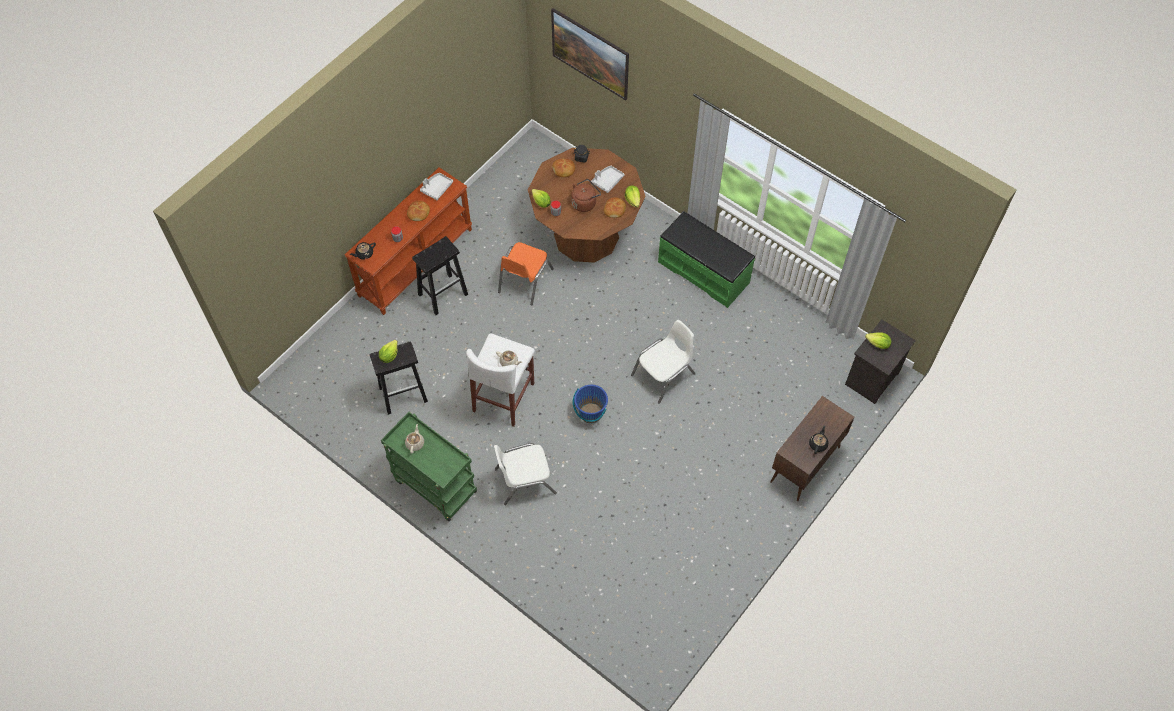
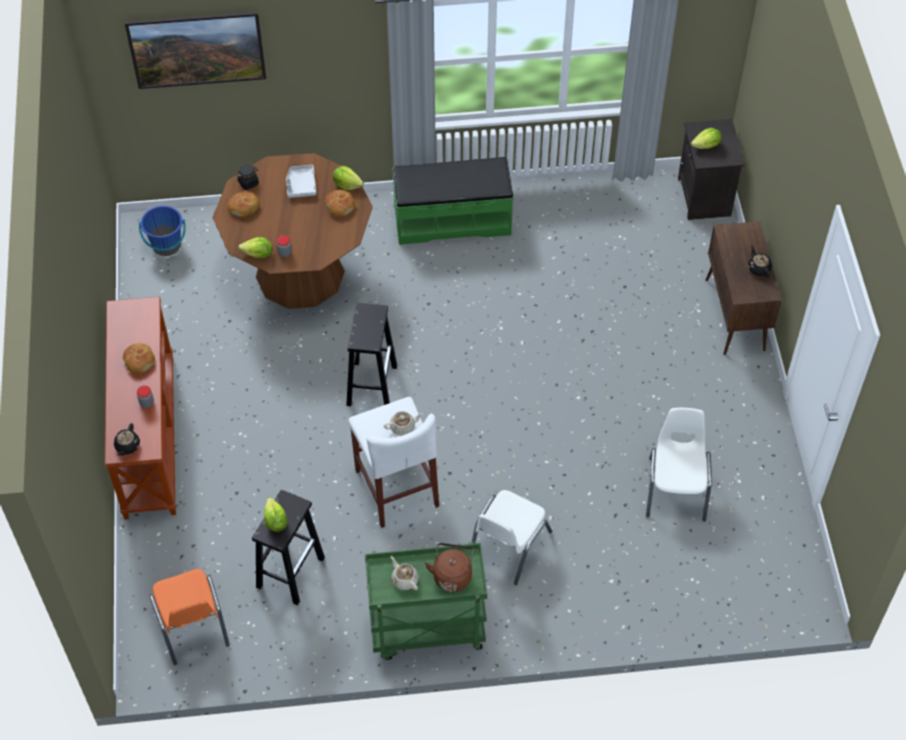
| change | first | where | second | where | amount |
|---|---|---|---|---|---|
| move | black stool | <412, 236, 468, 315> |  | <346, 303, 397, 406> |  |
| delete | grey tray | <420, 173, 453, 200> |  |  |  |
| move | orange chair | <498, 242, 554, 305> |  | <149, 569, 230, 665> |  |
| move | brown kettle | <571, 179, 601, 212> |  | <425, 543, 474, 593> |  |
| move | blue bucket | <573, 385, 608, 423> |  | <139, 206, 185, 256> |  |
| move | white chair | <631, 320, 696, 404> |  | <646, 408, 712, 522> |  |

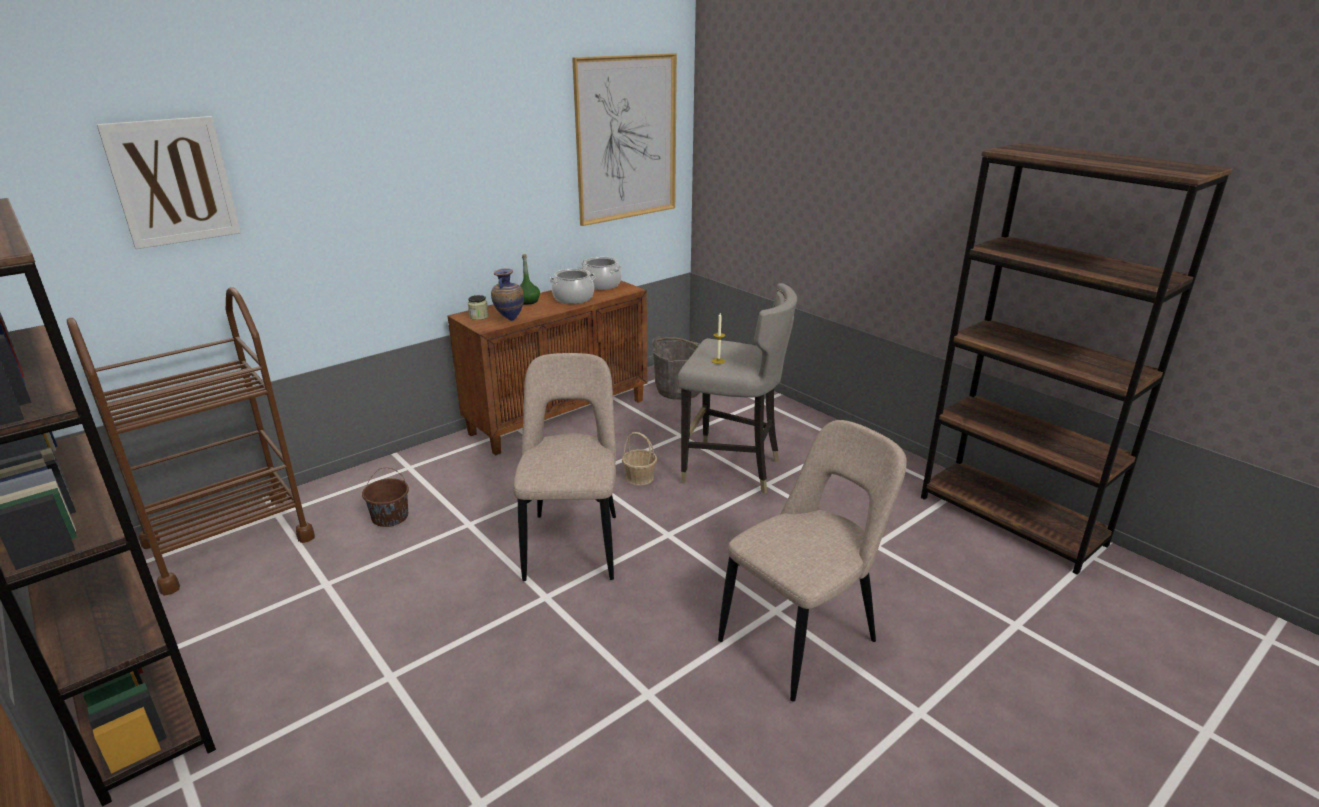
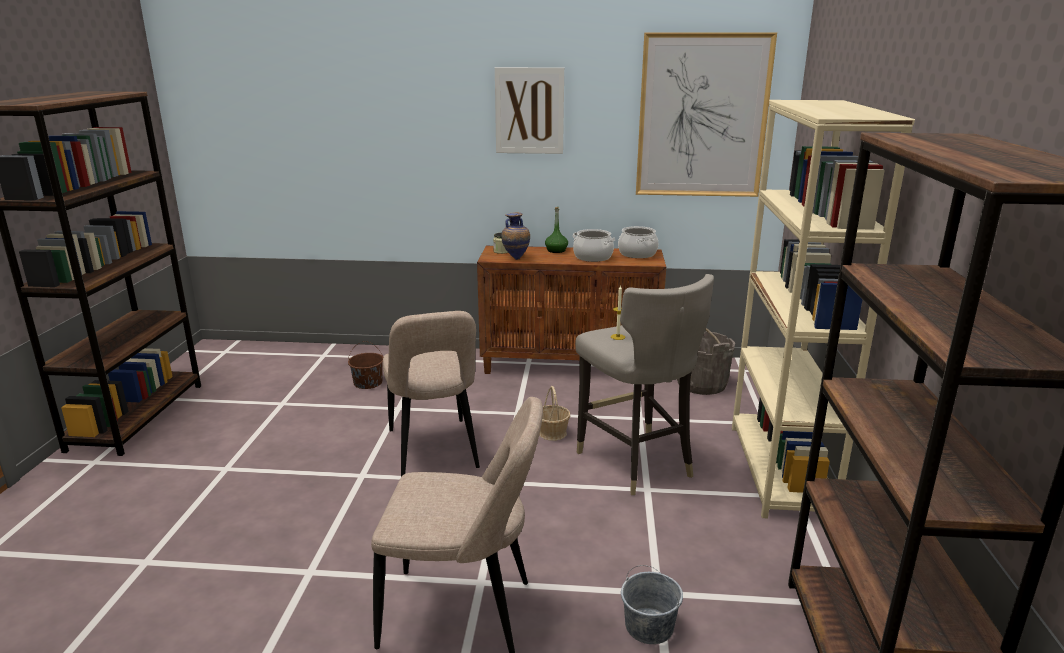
| change | first | where | second | where | amount |
|---|---|---|---|---|---|
| delete | brown cart | <67, 287, 315, 596> |  |  |  |
| move | picture | <97, 116, 241, 249> |  | <495, 67, 564, 154> |  |
| rotate | beige chair | <513, 353, 616, 581> |  | <383, 311, 480, 477> | 120 degrees clockwise |
| insert |  |  | grey bucket | <621, 565, 683, 644> |  |
| insert |  |  | beige bookcase | <732, 100, 915, 519> |  |

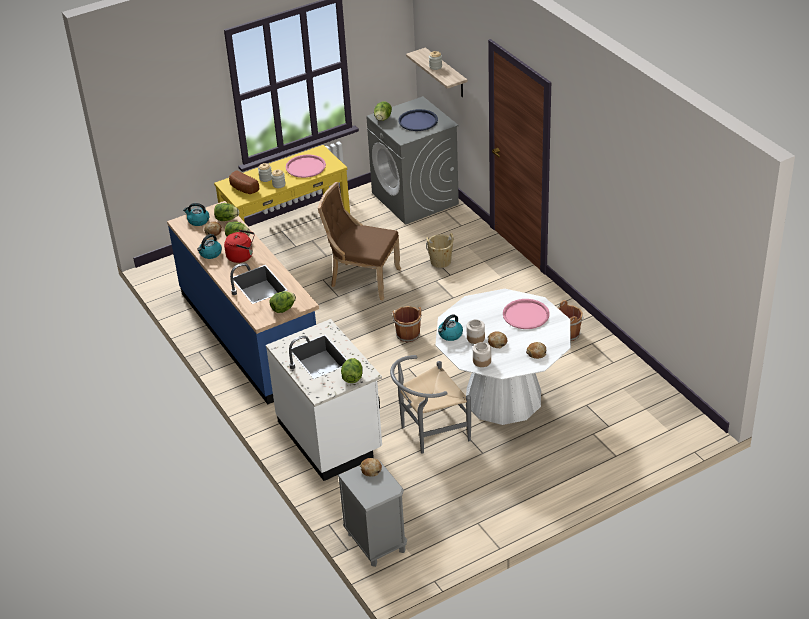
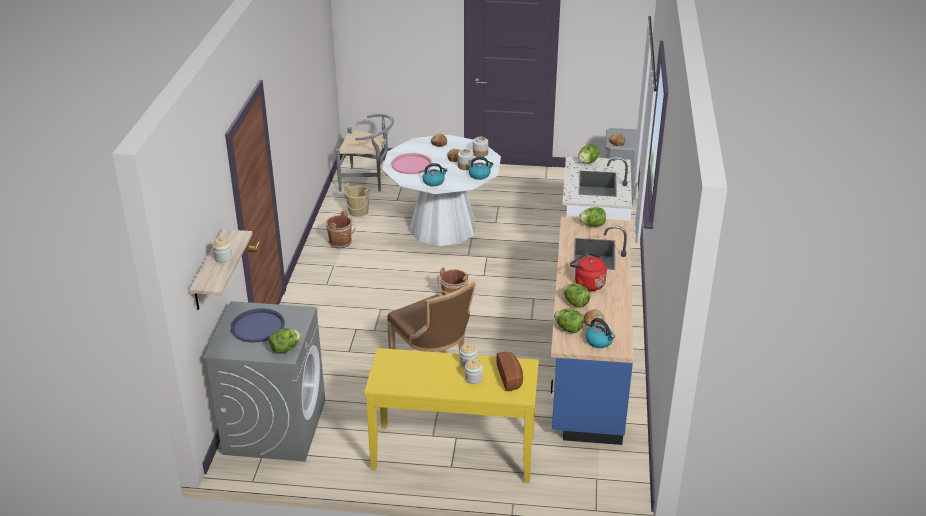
| change | first | where | second | where | amount |
|---|---|---|---|---|---|
| move | kettle | <197, 234, 222, 259> |  | <422, 163, 448, 187> |  |
| delete | pink tray | <286, 155, 326, 178> |  |  |  |
| move | grey chair | <390, 355, 471, 454> |  | <335, 114, 394, 192> |  |
| move | beige bucket | <426, 233, 454, 268> |  | <344, 183, 370, 217> |  |

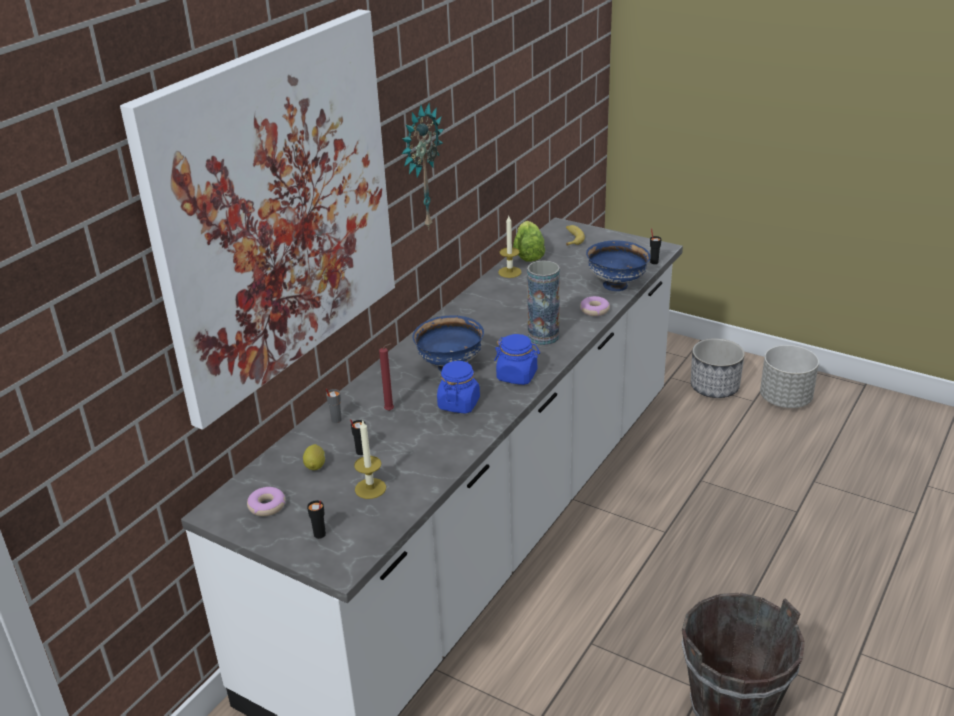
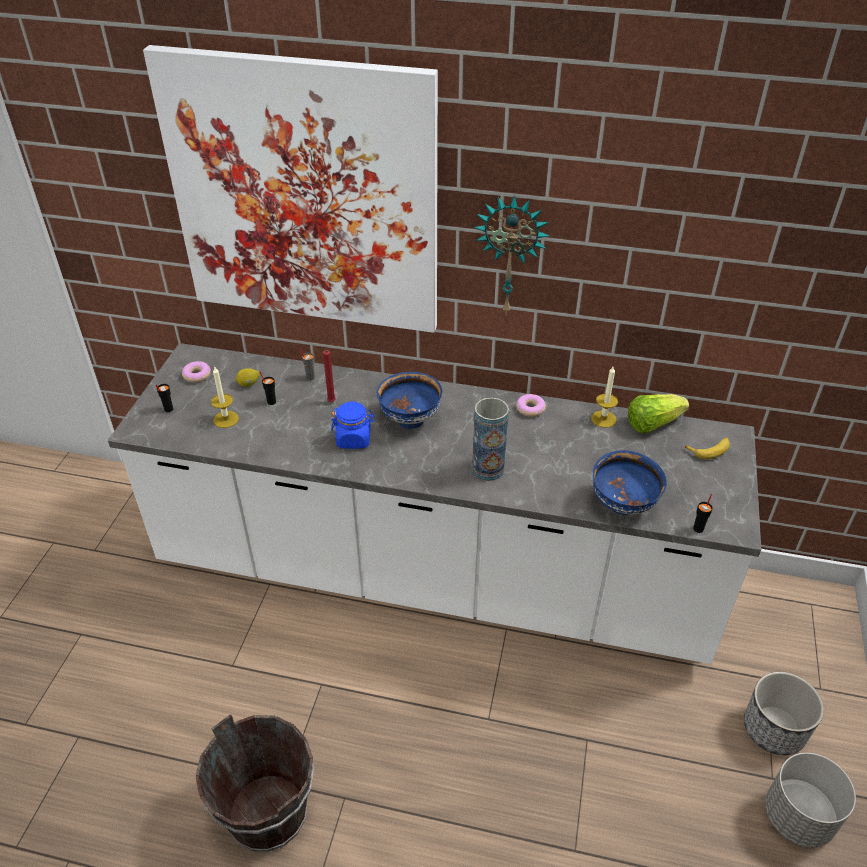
| change | first | where | second | where | amount |
|---|---|---|---|---|---|
| delete | blue jar | <494, 334, 540, 385> |  |  |  |
| move | donut | <580, 296, 610, 316> |  | <516, 394, 546, 417> |  |

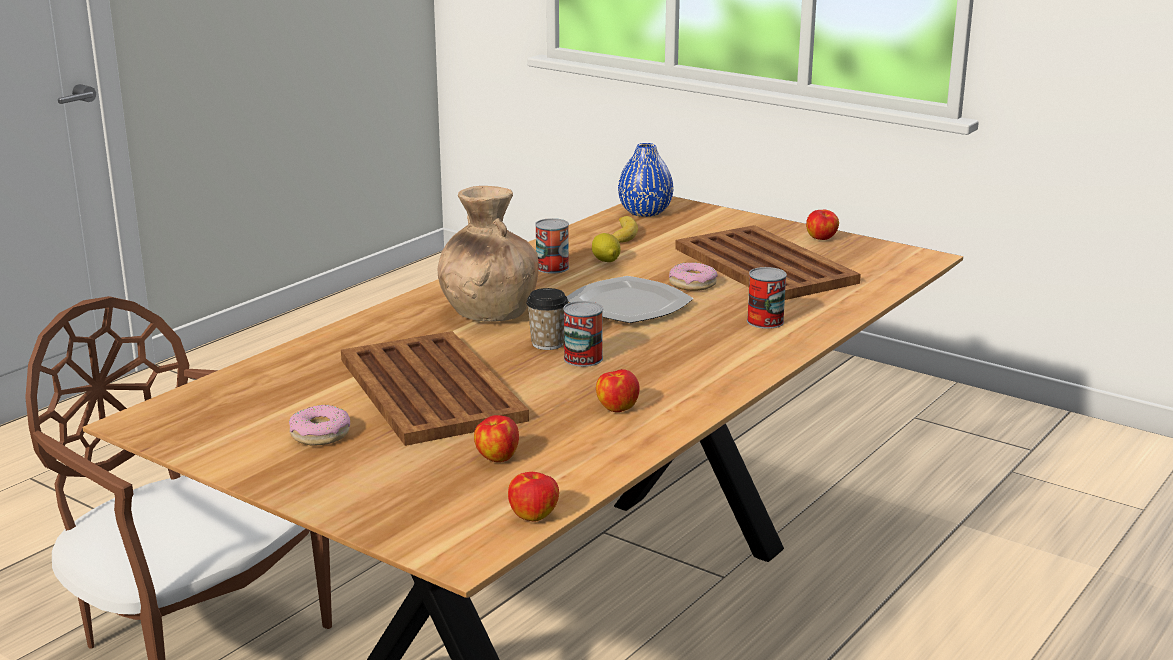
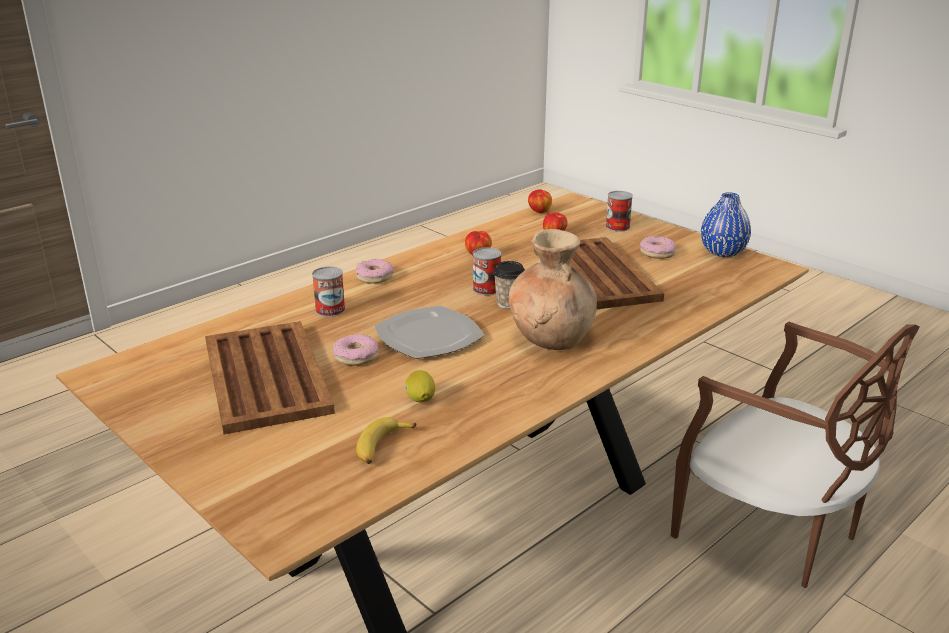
| change | first | where | second | where | amount |
|---|---|---|---|---|---|
| move | can | <535, 218, 569, 274> |  | <606, 191, 633, 232> |  |
| move | blue vase | <618, 143, 674, 217> |  | <701, 192, 751, 257> |  |
| delete | apple | <806, 210, 839, 240> |  |  |  |
| insert |  |  | donut | <356, 259, 393, 284> |  |

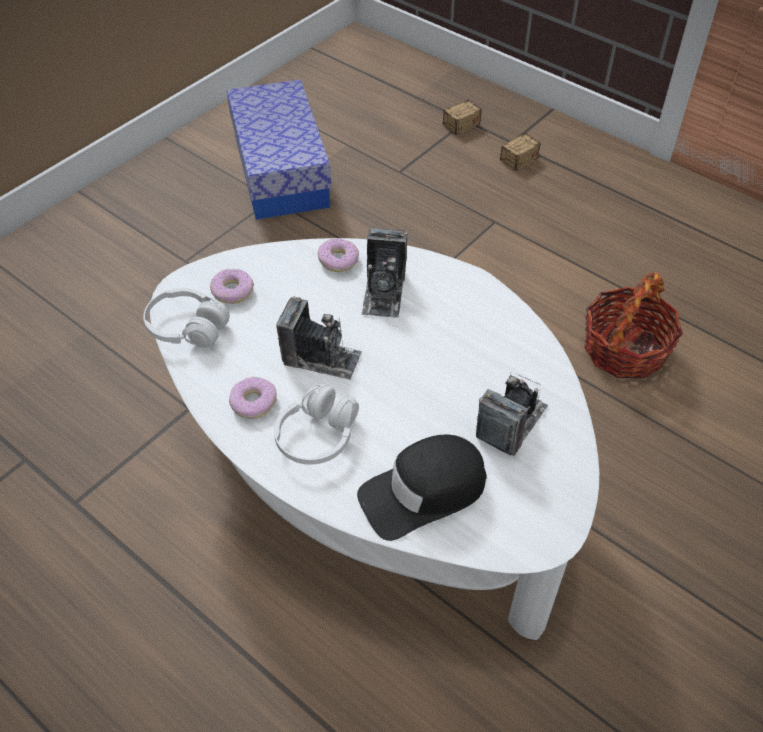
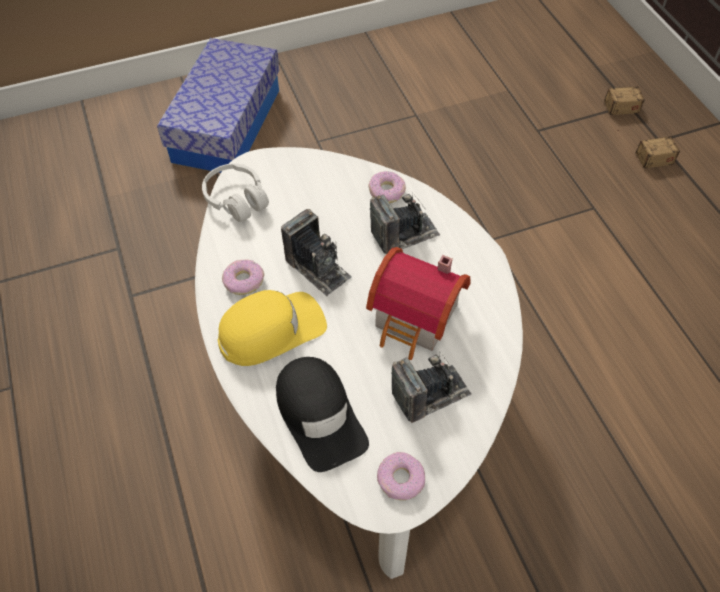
| change | first | where | second | where | amount |
|---|---|---|---|---|---|
| move | donut | <210, 269, 254, 304> |  | <377, 452, 425, 500> |  |
| move | storage box | <227, 79, 332, 220> |  | <157, 38, 279, 173> |  |
| replace | white headphones | <274, 384, 359, 465> | yellow cap | <218, 290, 327, 366> |  |
| rotate | black cap | <357, 435, 487, 541> |  | <276, 357, 369, 472> | 120 degrees counterclockwise |
| rotate | photo camera | <361, 228, 408, 318> |  | <370, 193, 440, 254> | 150 degrees counterclockwise |
| delete | basket | <584, 272, 683, 379> |  |  |  |
| insert |  |  | toy house | <366, 247, 471, 360> |  |

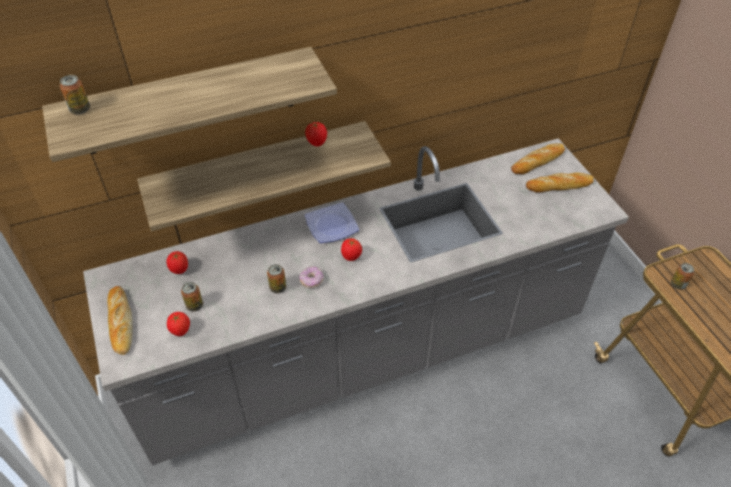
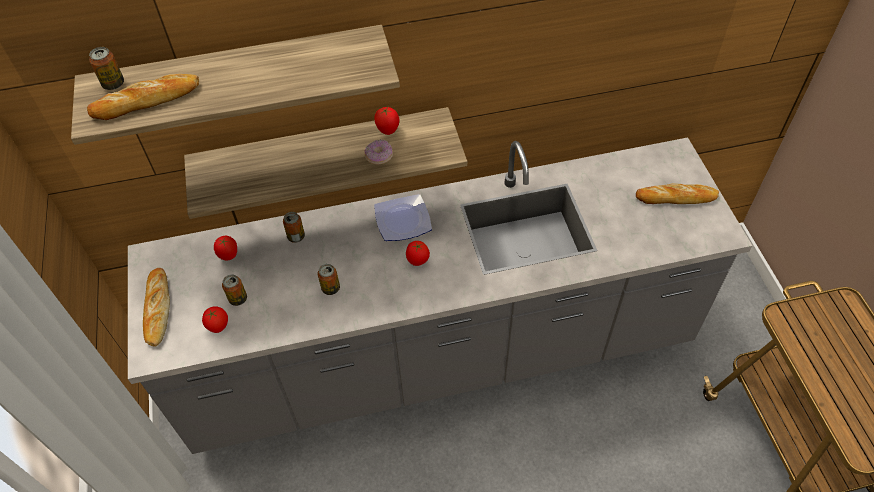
| change | first | where | second | where | amount |
|---|---|---|---|---|---|
| move | donut | <300, 266, 323, 288> |  | <365, 139, 393, 165> |  |
| move | bread | <511, 143, 565, 175> |  | <87, 74, 199, 120> |  |
| move | can | <671, 263, 694, 290> |  | <283, 212, 305, 243> |  |

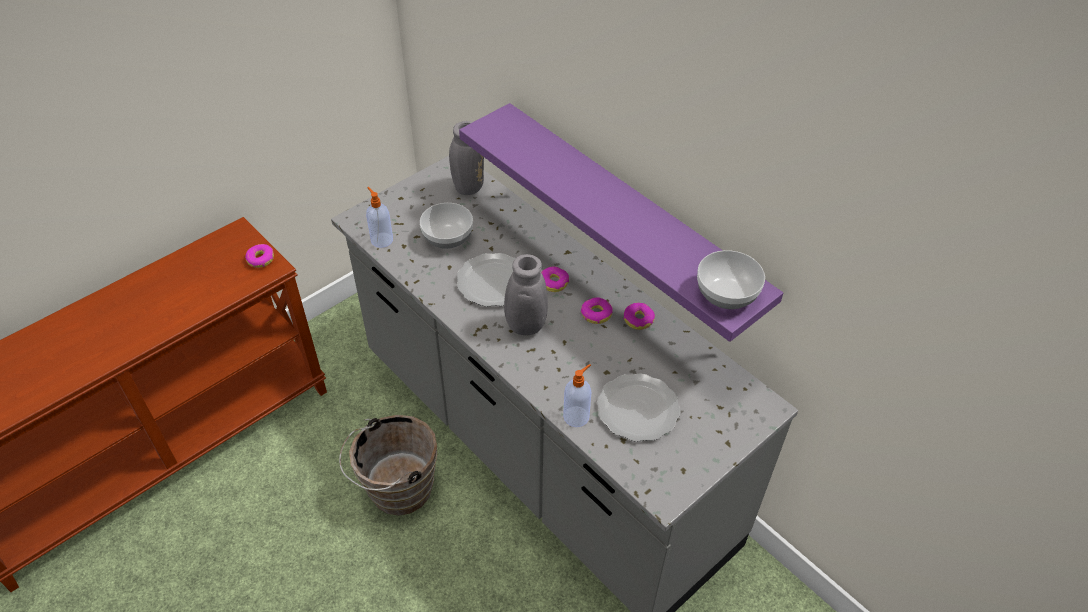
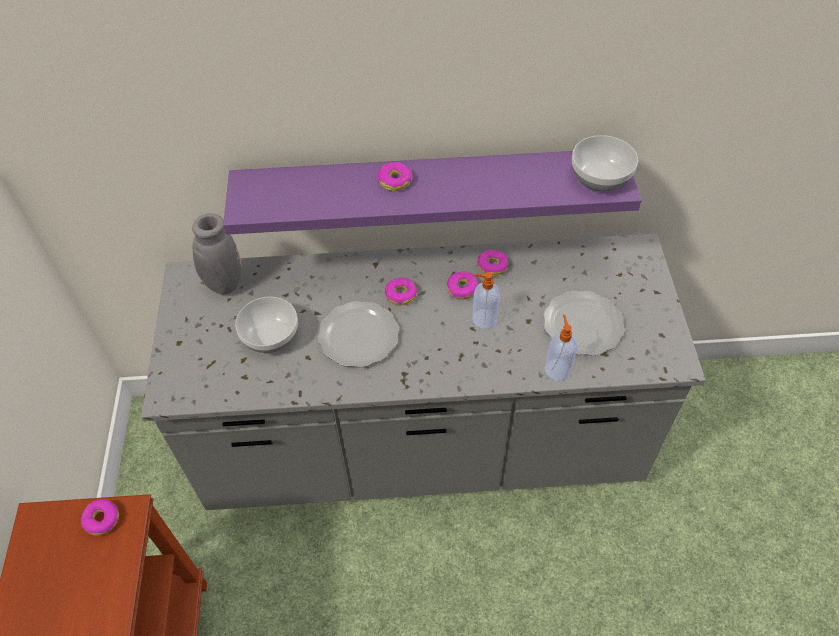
| change | first | where | second | where | amount |
|---|---|---|---|---|---|
| delete | brown bucket | <339, 415, 437, 516> |  |  |  |
| move | soap dispenser | <366, 187, 393, 248> |  | <472, 272, 500, 329> |  |
| delete | grey vase | <481, 254, 548, 335> |  |  |  |
| insert |  |  | donut | <378, 162, 412, 191> |  |

